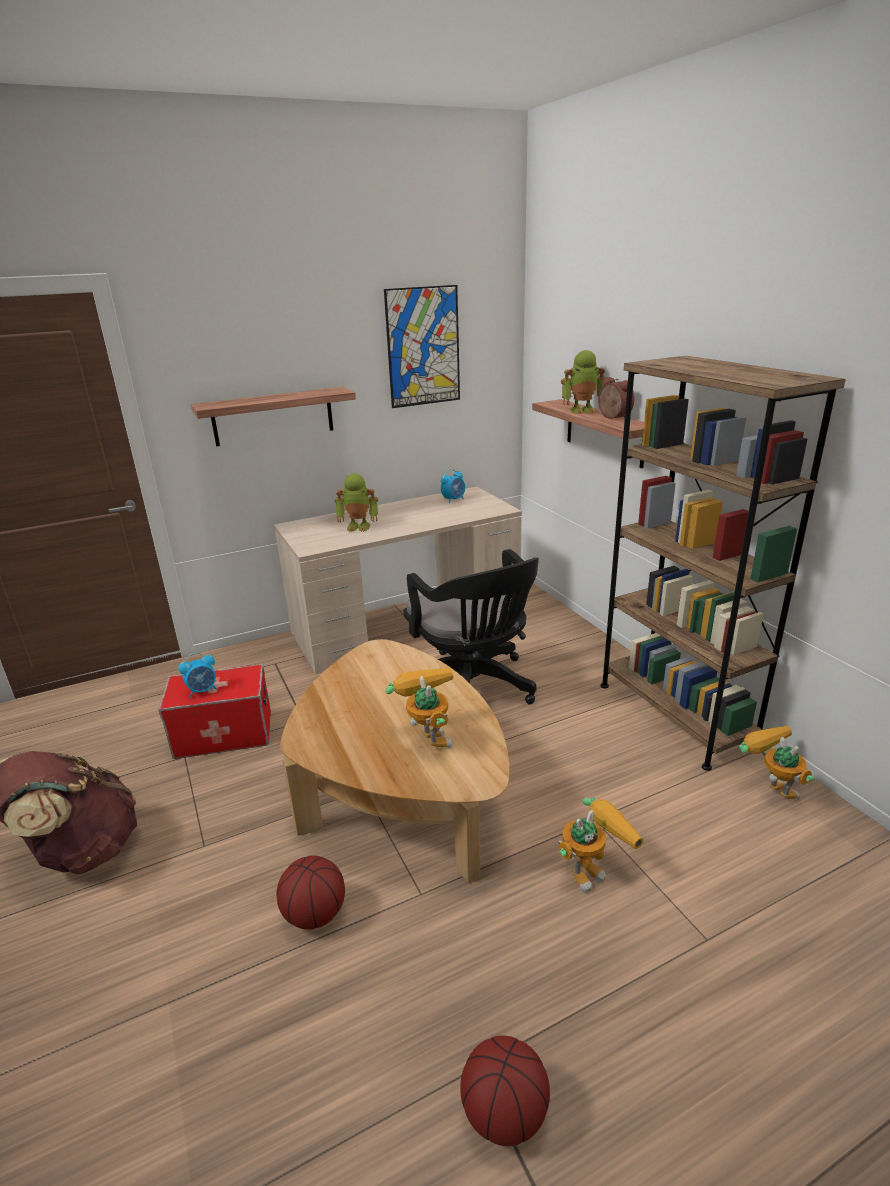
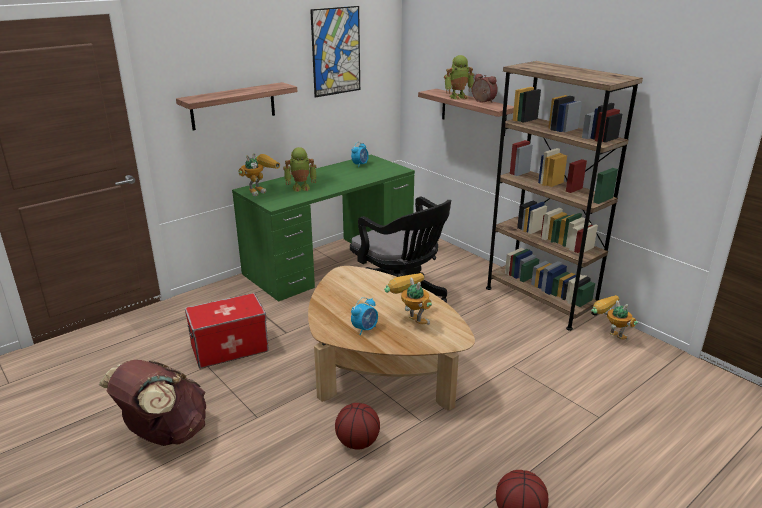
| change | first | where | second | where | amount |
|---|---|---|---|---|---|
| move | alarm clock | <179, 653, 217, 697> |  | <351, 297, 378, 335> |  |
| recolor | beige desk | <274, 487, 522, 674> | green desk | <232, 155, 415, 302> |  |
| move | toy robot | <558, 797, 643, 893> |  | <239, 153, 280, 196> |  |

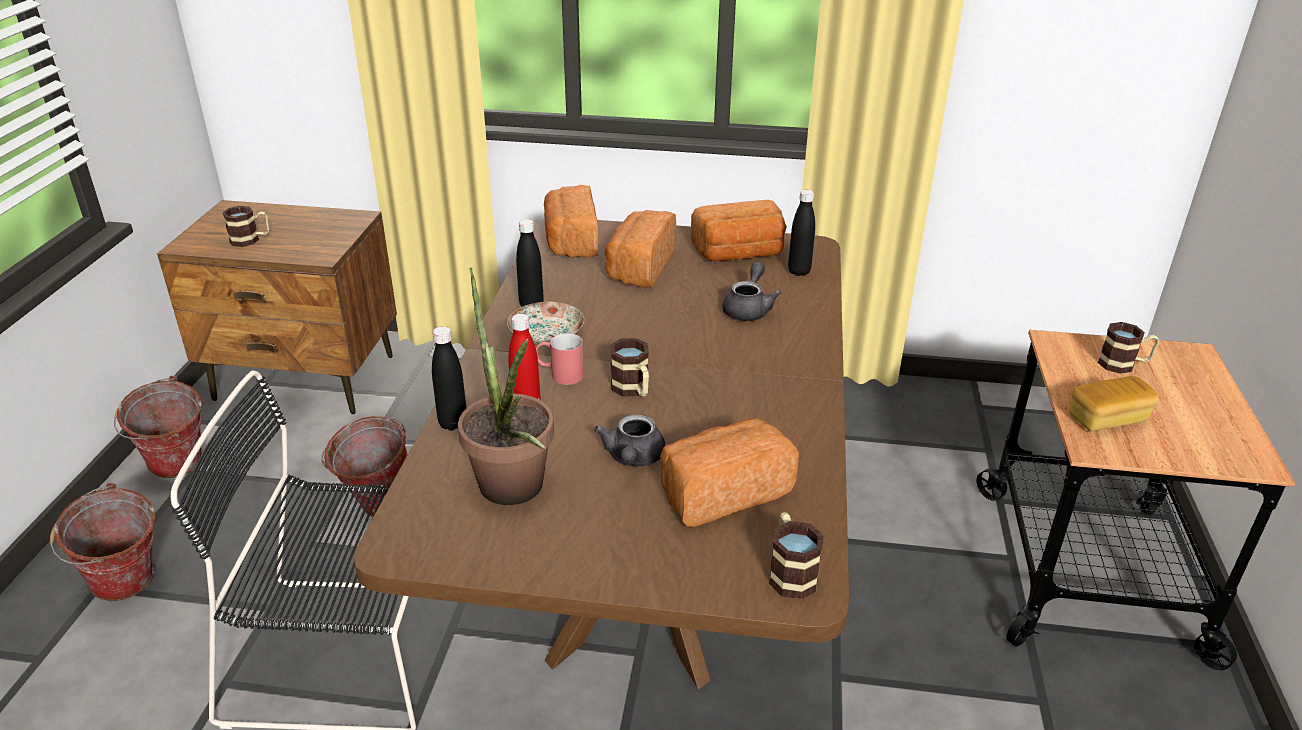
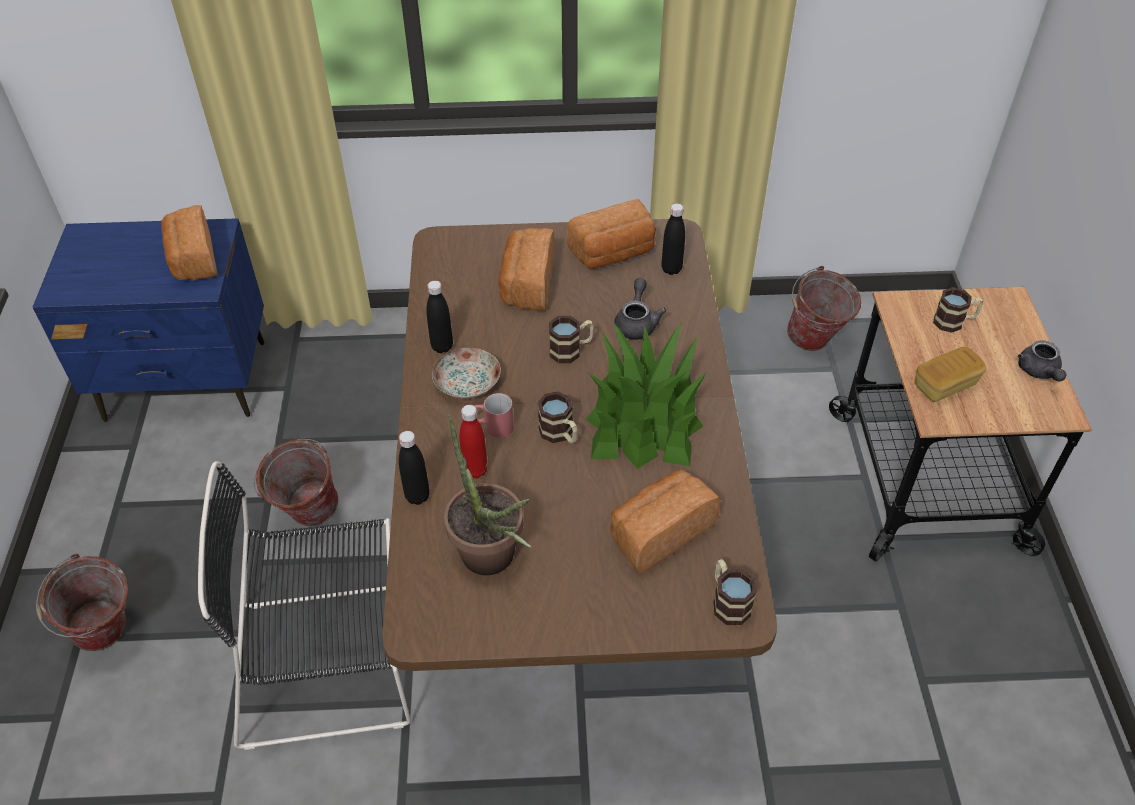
| change | first | where | second | where | amount |
|---|---|---|---|---|---|
| move | bucket | <114, 376, 203, 478> |  | <787, 266, 861, 351> |  |
| recolor | brown nightstand | <157, 200, 397, 414> | blue nightstand | <32, 218, 264, 422> |  |
| move | mug | <223, 206, 270, 247> |  | <549, 316, 594, 363> |  |
| move | bread | <544, 185, 598, 258> |  | <161, 205, 217, 280> |  |
| move | grey teapot | <594, 414, 665, 467> |  | <1018, 340, 1066, 381> |  |
| insert |  |  | potted plant | <586, 322, 707, 469> |  |

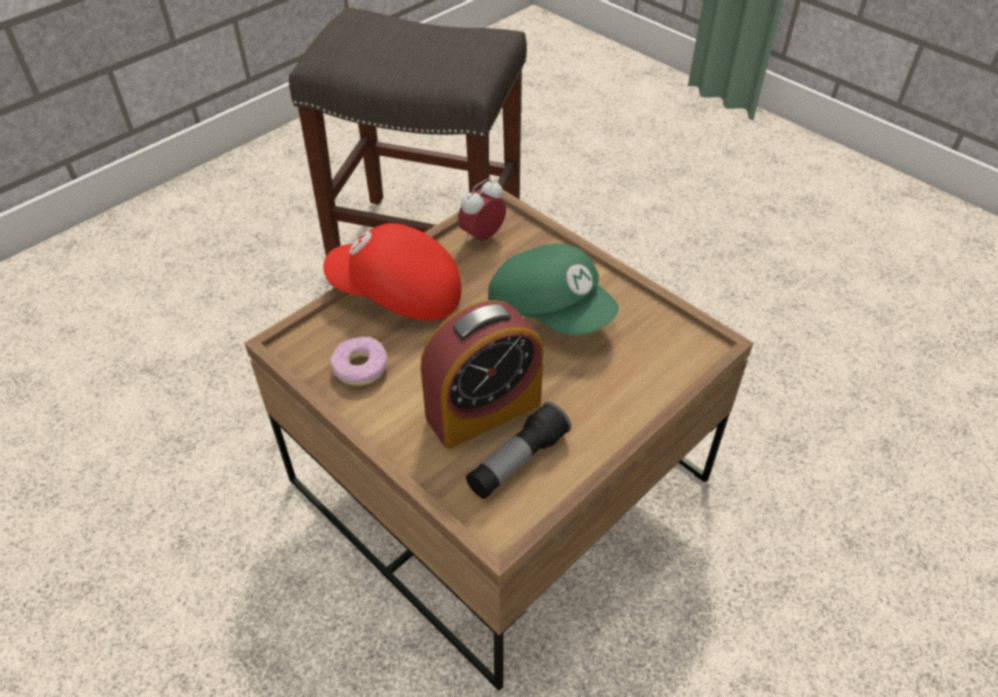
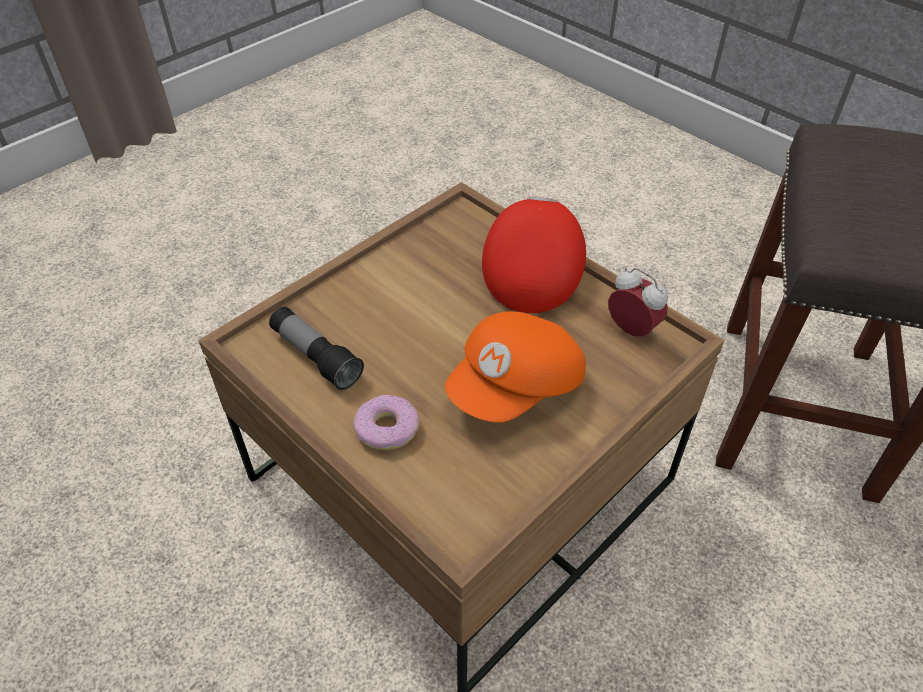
| change | first | where | second | where | amount |
|---|---|---|---|---|---|
| move | donut | <330, 337, 388, 386> |  | <353, 395, 419, 450> |  |
| delete | alarm clock | <421, 300, 544, 449> |  |  |  |
| recolor | green cap | <488, 243, 618, 336> | orange cap | <445, 311, 586, 423> |  |

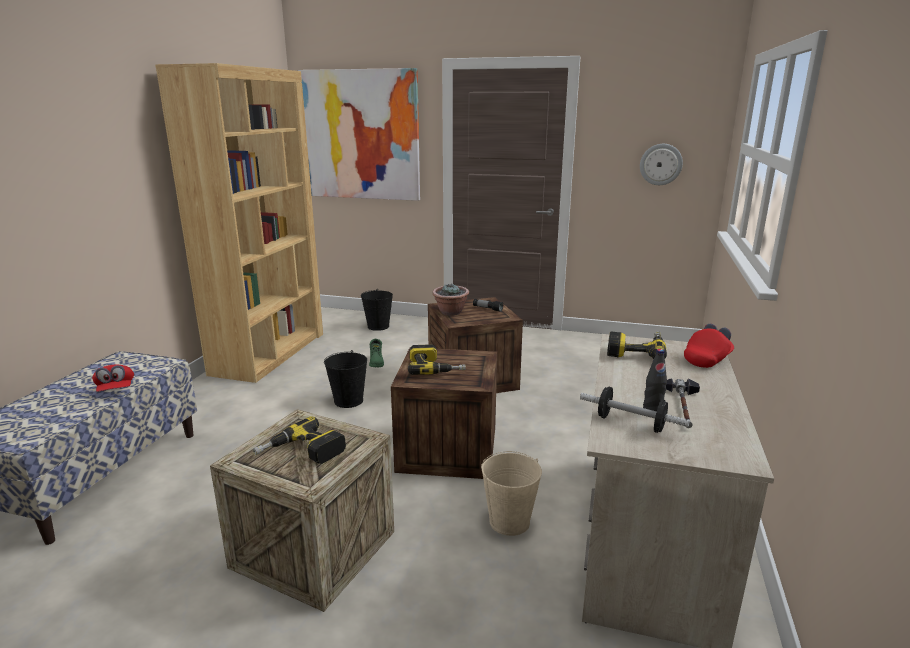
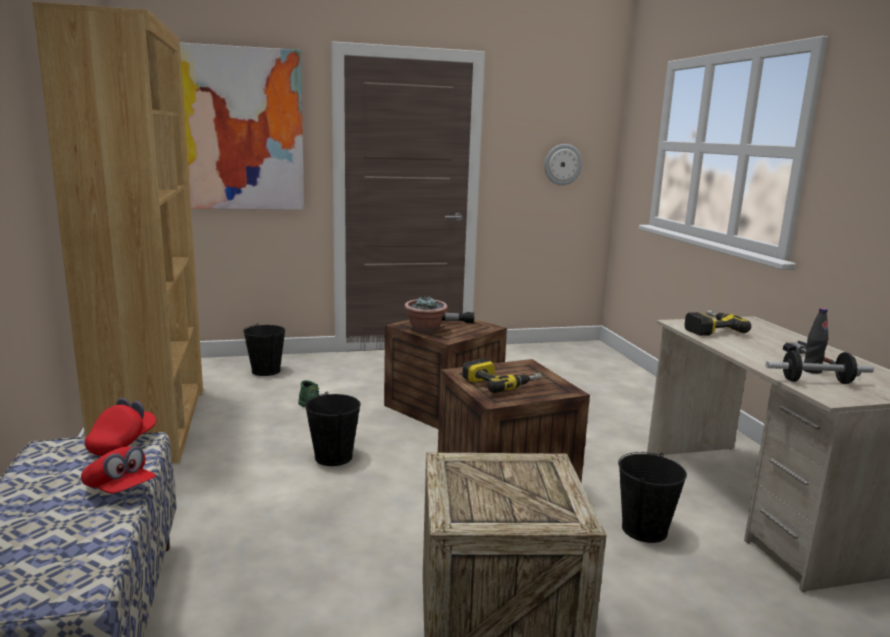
| change | first | where | second | where | amount |
|---|---|---|---|---|---|
| delete | power drill | <253, 416, 346, 464> |  |  |  |
| recolor | beige bucket | <481, 451, 542, 536> | black bucket | <618, 452, 687, 543> |  |
| move | red cap | <684, 323, 734, 368> |  | <85, 398, 156, 456> |  |

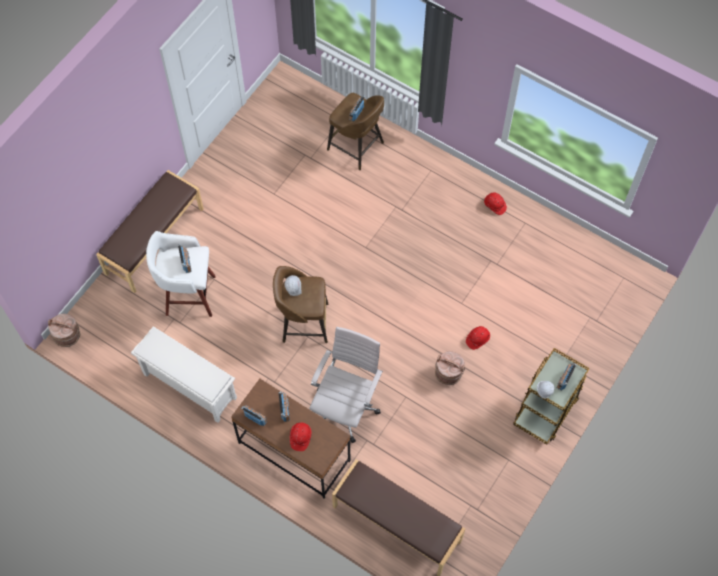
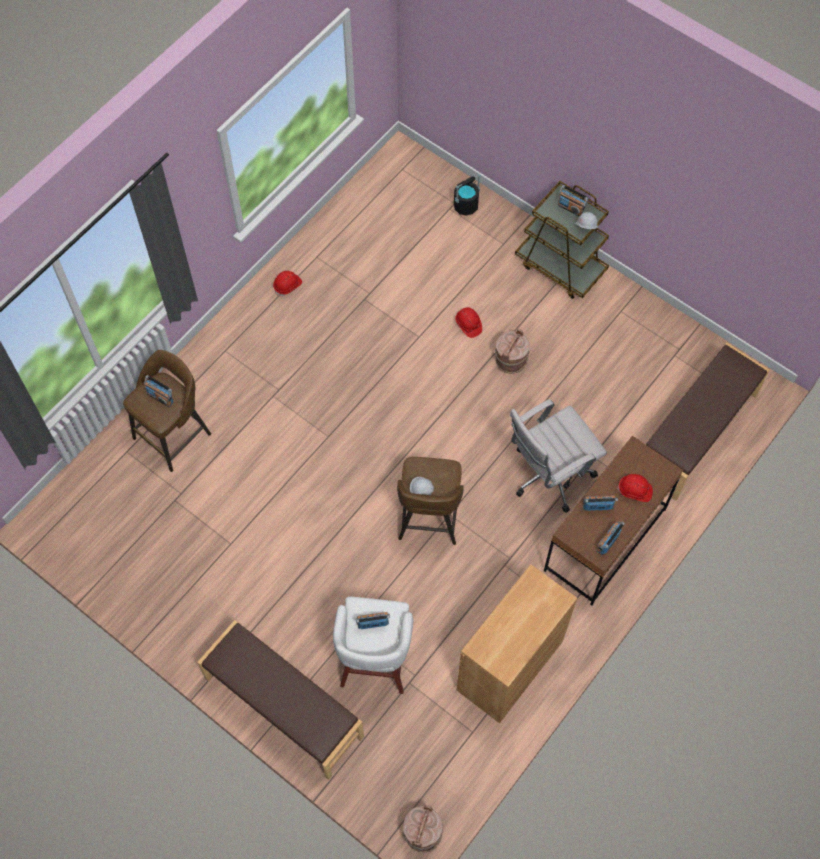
| change | first | where | second | where | amount |
|---|---|---|---|---|---|
| replace | white shoe rack | <131, 326, 237, 423> | brown cabinet | <457, 564, 577, 723> |  |
| rotate | white office chair | <309, 327, 383, 443> |  | <510, 399, 607, 513> | 60 degrees counterclockwise |
| insert |  |  | black bucket | <454, 174, 481, 215> |  |

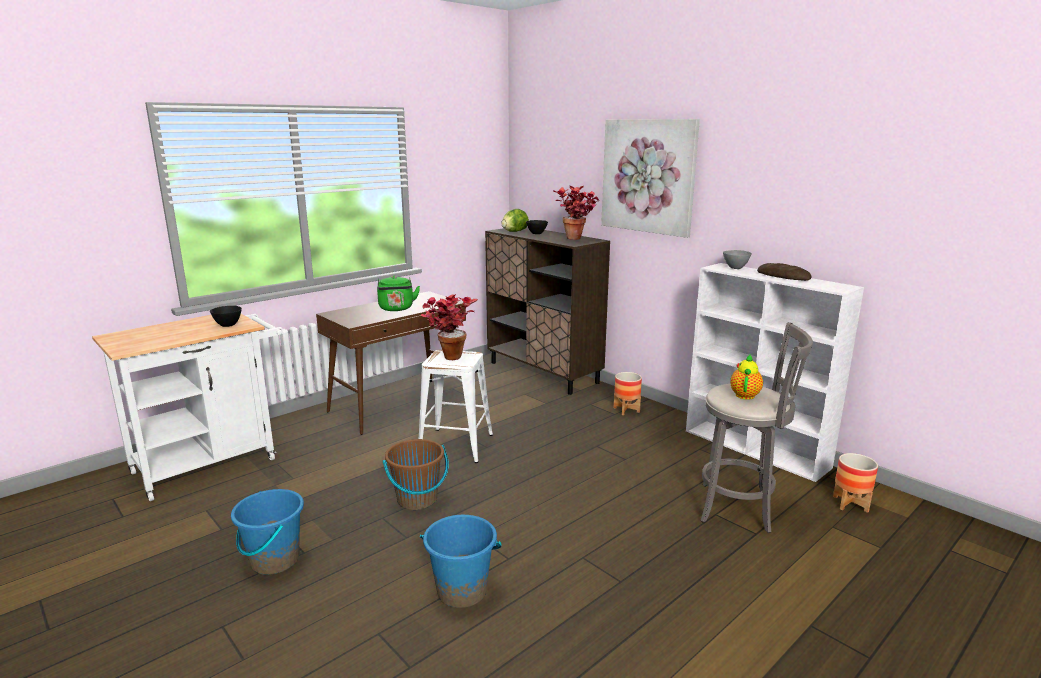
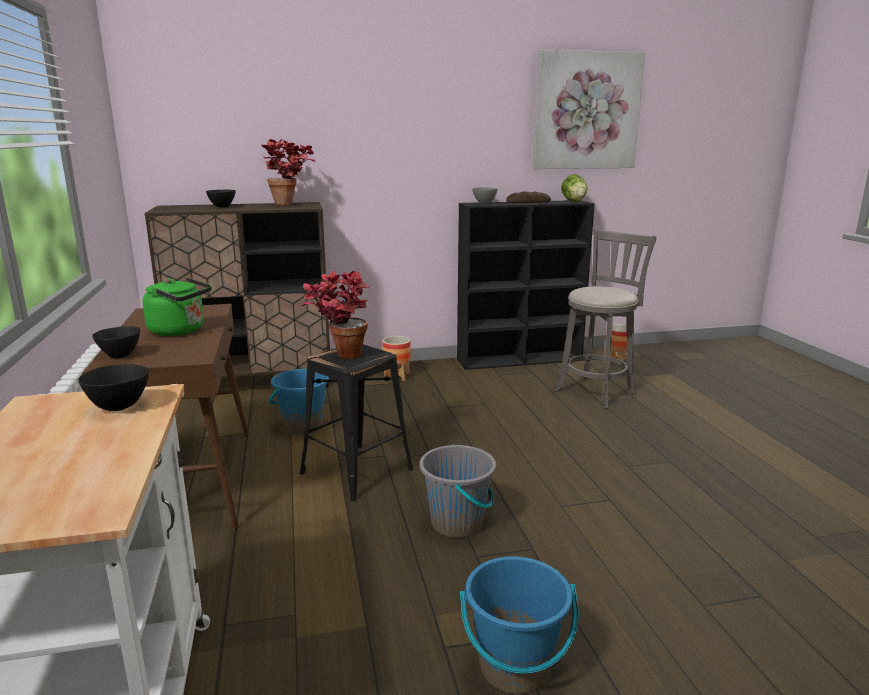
| change | first | where | second | where | amount |
|---|---|---|---|---|---|
| recolor | brown bucket | <383, 439, 449, 510> | grey bucket | <419, 444, 496, 538> |  |
| recolor | white stool | <418, 350, 493, 463> | black stool | <300, 344, 413, 502> |  |
| move | blue bucket | <420, 515, 502, 608> |  | <269, 369, 329, 435> |  |
| move | lettuce | <501, 209, 529, 232> |  | <561, 174, 588, 202> |  |
| move | picture | <601, 119, 700, 238> |  | <533, 49, 645, 169> |  |
| recolor | white bookcase | <686, 263, 864, 482> | black bookcase | <457, 200, 594, 370> |  |
| delete | teapot | <730, 354, 763, 400> |  |  |  |
| insert |  |  | black bowl | <92, 326, 140, 359> |  |

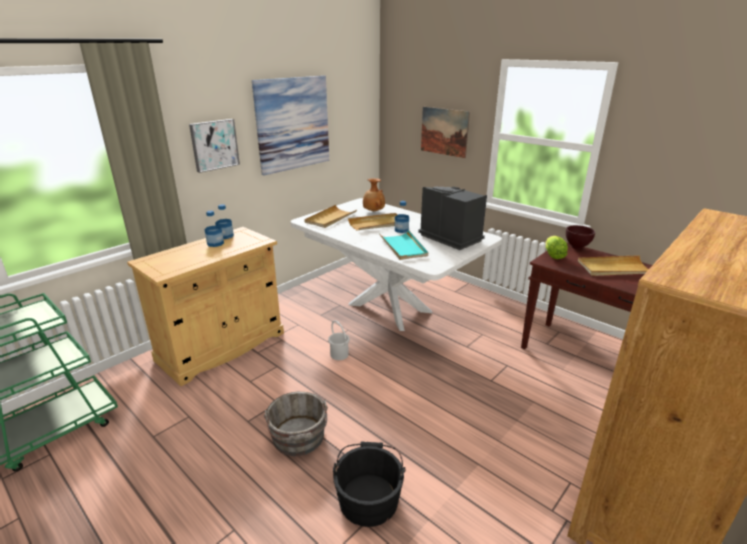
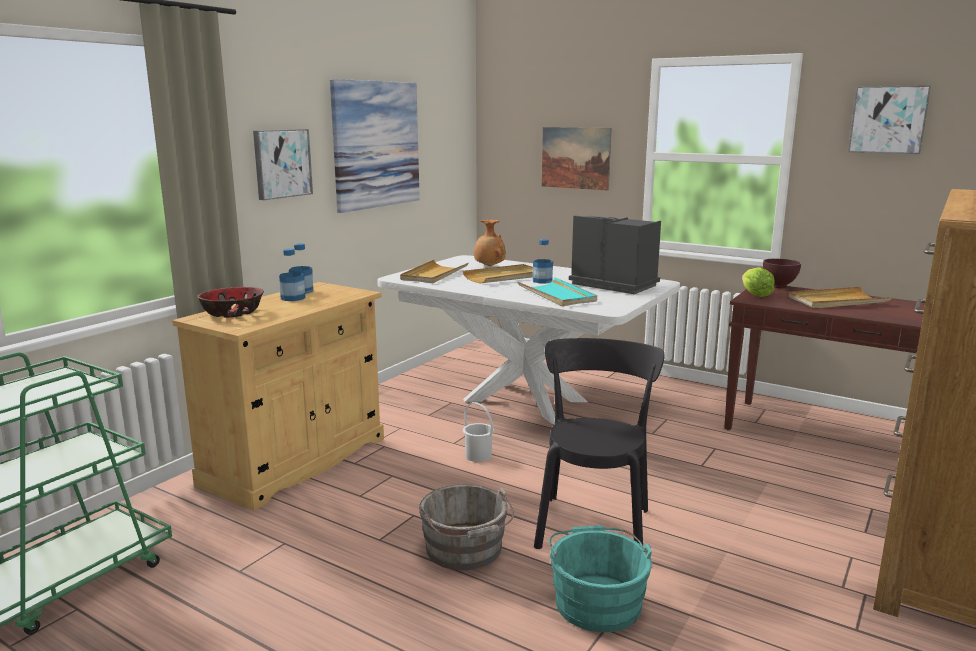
| change | first | where | second | where | amount |
|---|---|---|---|---|---|
| recolor | black bucket | <333, 442, 406, 527> | turquoise bucket | <549, 525, 652, 632> |  |
| insert |  |  | bowl | <197, 287, 264, 318> |  |
| insert |  |  | black chair | <534, 338, 665, 549> |  |
| insert |  |  | picture | <848, 85, 931, 154> |  |

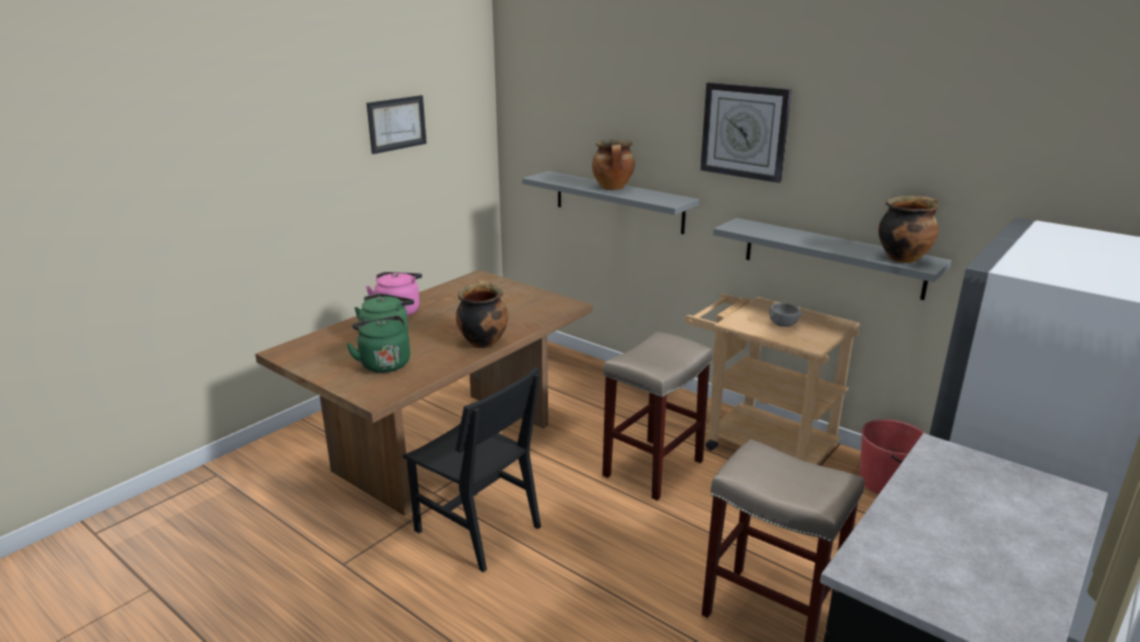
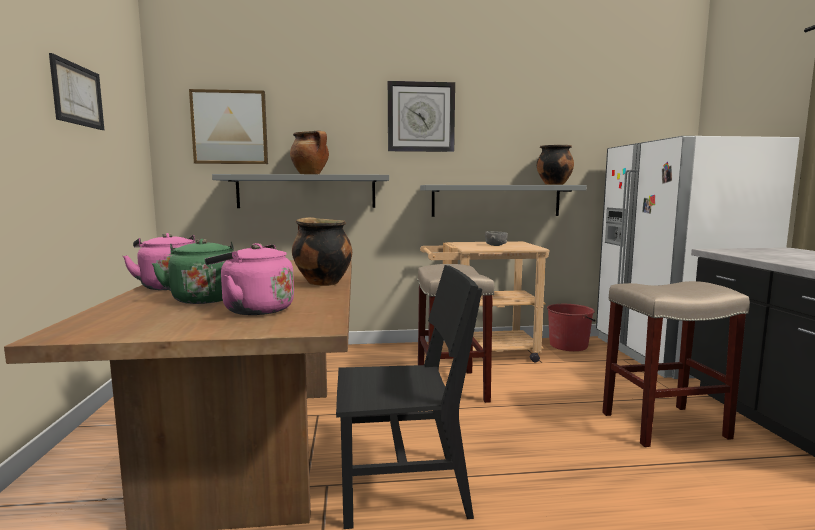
| change | first | where | second | where | amount |
|---|---|---|---|---|---|
| recolor | green kettle | <346, 316, 410, 373> | pink kettle | <205, 243, 294, 315> |  |
| insert |  |  | picture | <189, 89, 268, 164> |  |

